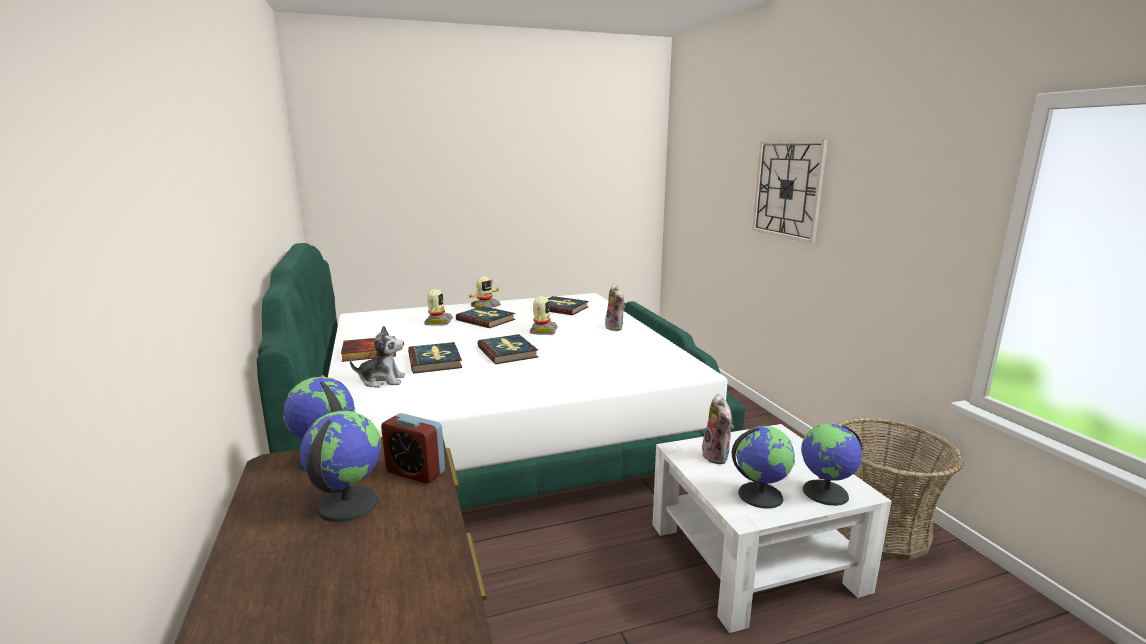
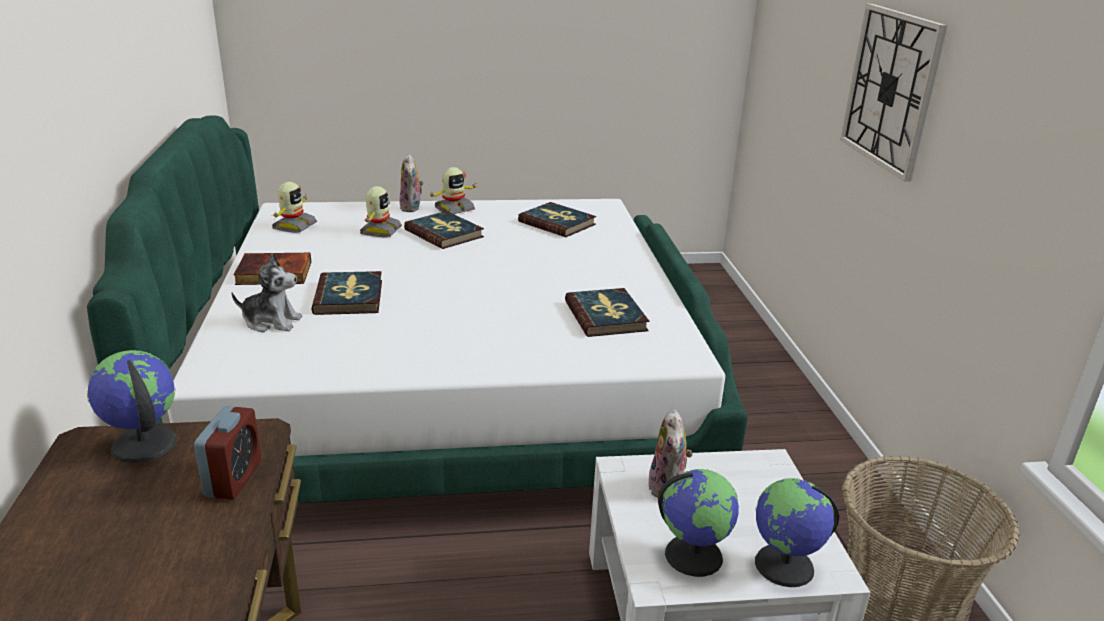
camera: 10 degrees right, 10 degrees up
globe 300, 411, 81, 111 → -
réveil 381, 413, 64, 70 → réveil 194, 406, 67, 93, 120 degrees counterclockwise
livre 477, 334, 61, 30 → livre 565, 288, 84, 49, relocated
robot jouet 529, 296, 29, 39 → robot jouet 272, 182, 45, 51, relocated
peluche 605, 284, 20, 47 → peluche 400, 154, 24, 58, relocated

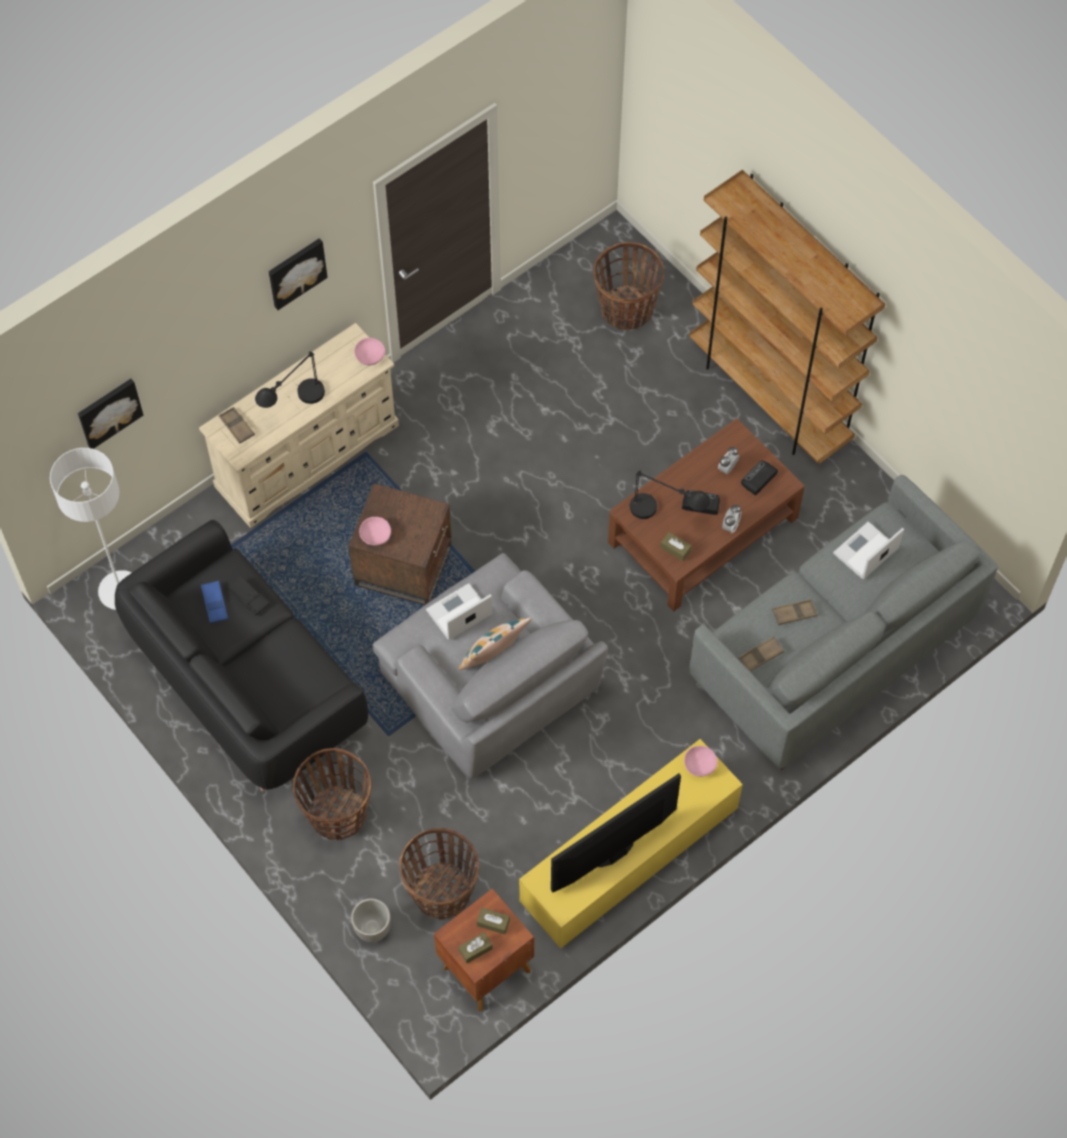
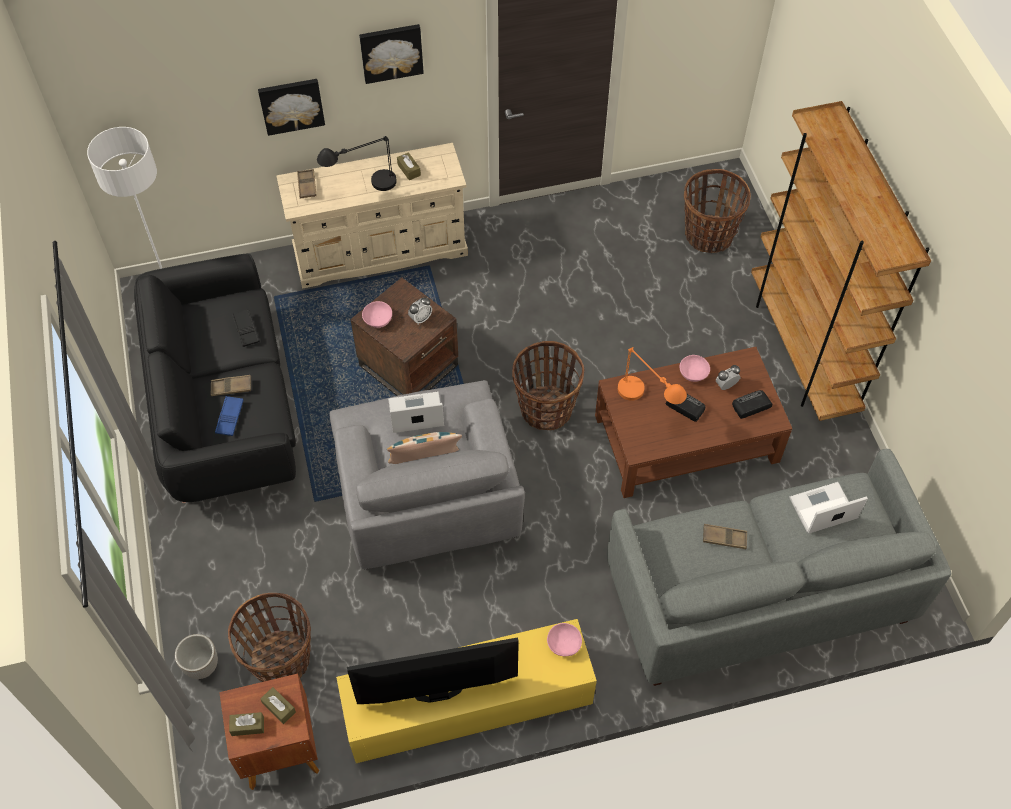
camera: 25 degrees right, 5 degrees down
tableau 78, 379, 65, 70 → tableau 258, 79, 67, 57, relocated
plateau [bleu] 201, 581, 27, 42 → plateau [bleu] 215, 396, 29, 40, relocated
panier 293, 748, 78, 92 → panier 512, 341, 72, 89, relocated
bol [rose] 354, 338, 31, 27 → bol [rose] 680, 355, 30, 27, relocated
lampe de table [noir] 629, 471, 81, 48 → lampe de table [orange] 618, 347, 69, 57
boîte à mouchoirs [marron] 660, 532, 32, 29 → boîte à mouchoirs [marron] 397, 152, 24, 28, relocated
réveil 722, 505, 19, 28 → réveil 408, 297, 24, 27, relocated
plateau [marron] 739, 636, 45, 36 → plateau [marron] 210, 375, 41, 21, relocated

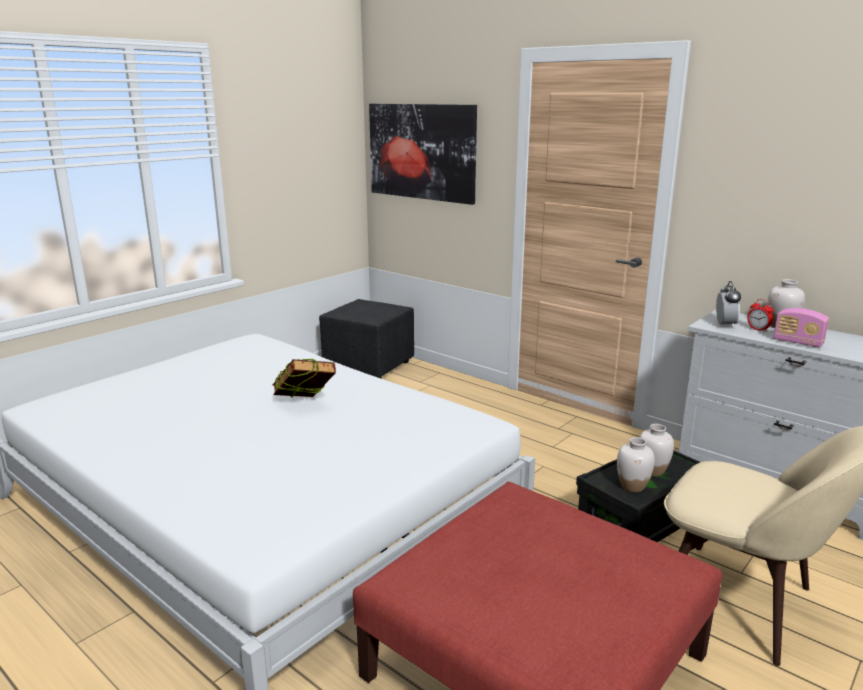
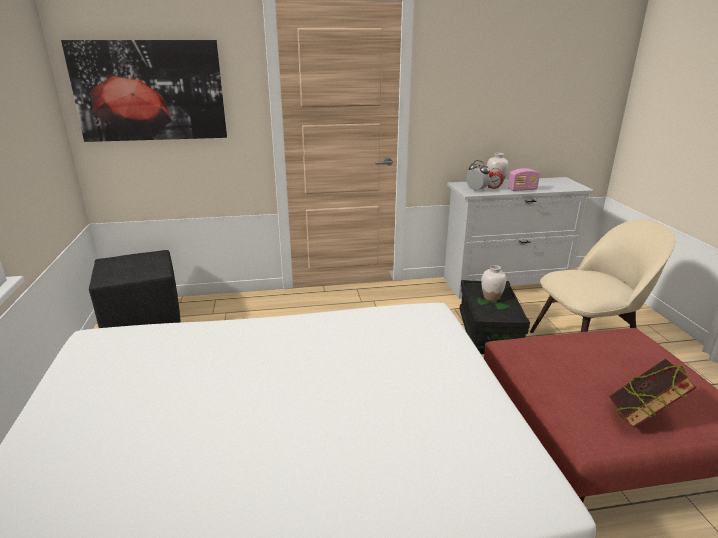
camera: 50 degrees left, 5 degrees up
livre 273, 358, 63, 39 → livre 609, 359, 88, 69, relocated
vase [blanc] 617, 437, 38, 55 → -

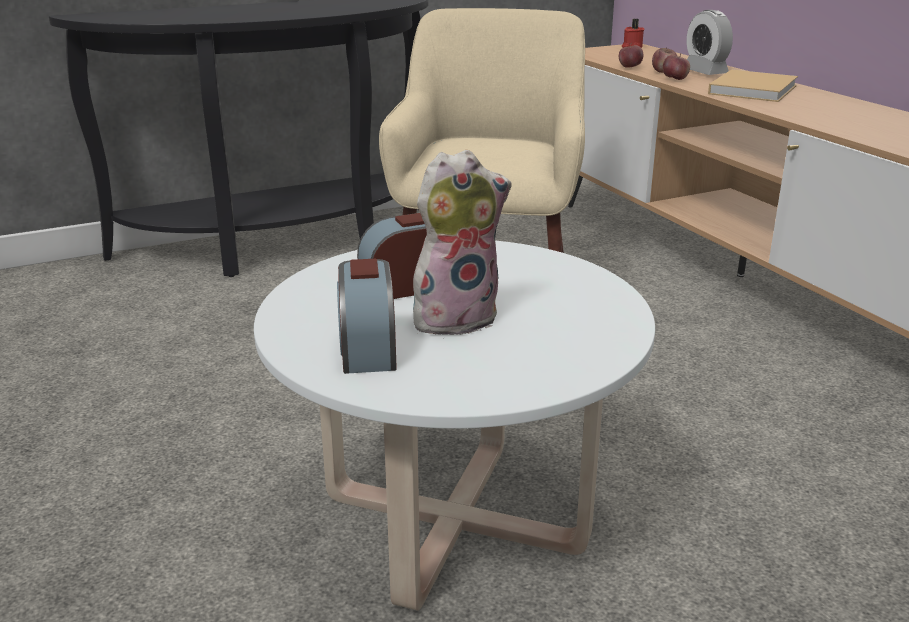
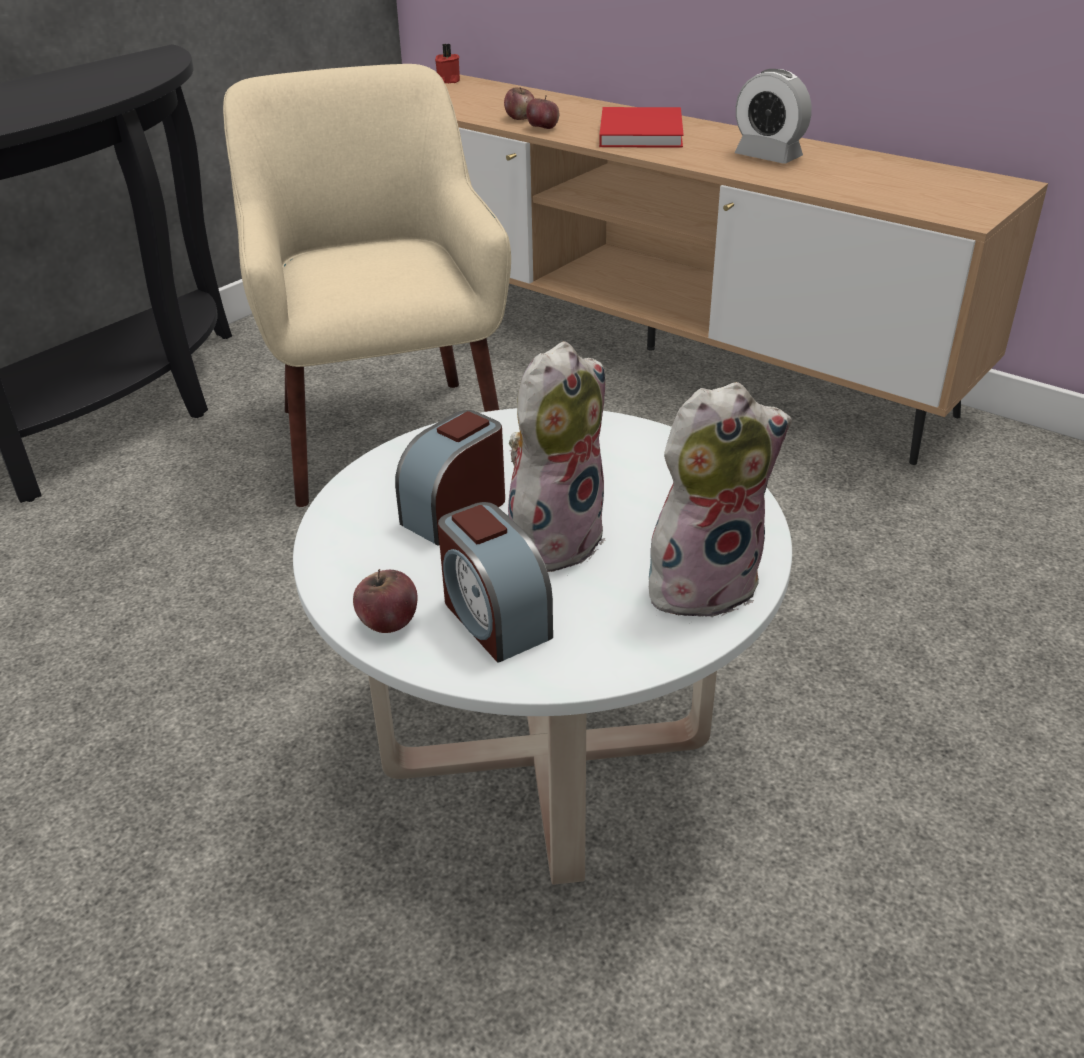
camera: 25 degrees left, 10 degrees up
pomme 619, 42, 24, 26 → pomme 353, 569, 65, 64, relocated
réveil 686, 10, 47, 65 → réveil 735, 69, 77, 95, relocated
livre [beige] 708, 70, 90, 32 → livre [rouge] 599, 107, 85, 41
- → peluche 649, 382, 143, 241

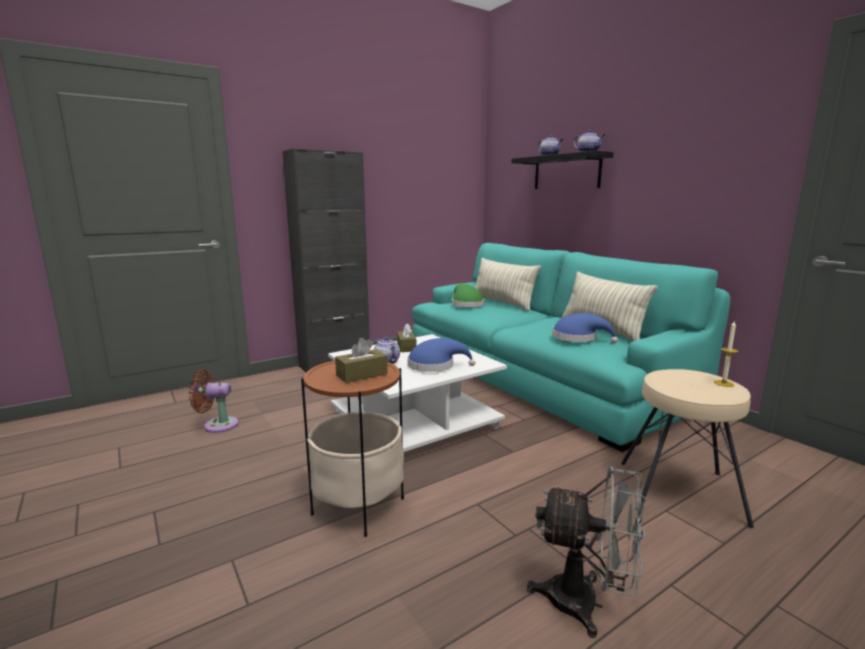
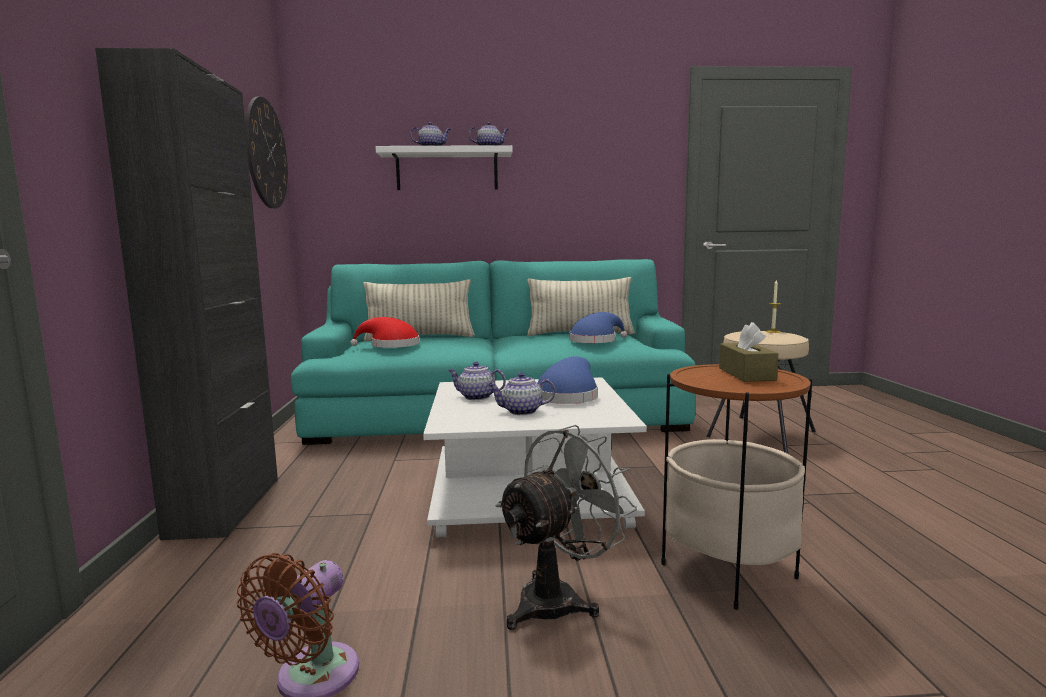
camera: 60 degrees left, 5 degrees down
boîte à mouchoirs [marron] 397, 323, 19, 29 → théière 448, 362, 58, 38
chapeau [vert] 452, 284, 32, 23 → chapeau [rouge] 351, 317, 68, 31
étagère [noir] 511, 151, 103, 38 → étagère [blanc] 375, 145, 138, 45
ventilateur [gris] 527, 465, 119, 173 → ventilateur [gris] 495, 425, 142, 205, relocated
- → horloge murale 245, 96, 43, 113

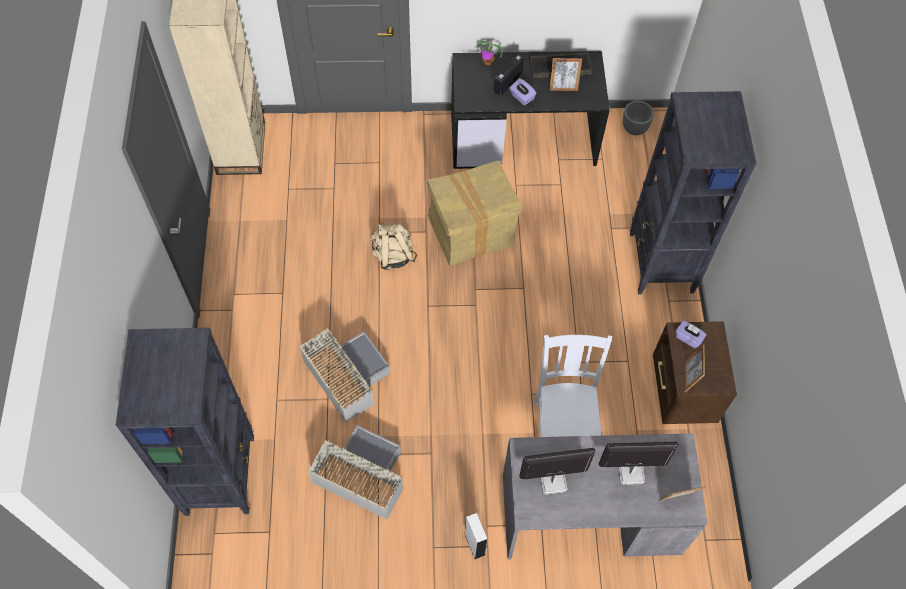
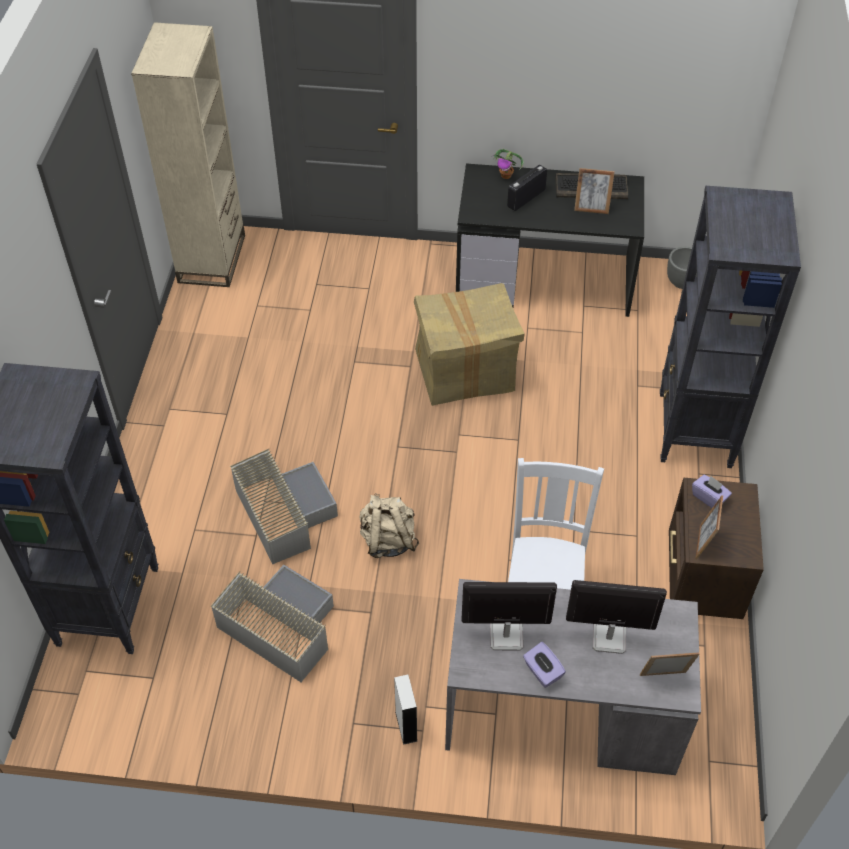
camera: 10 degrees right, 10 degrees down
sac à dos [beige] 371, 222, 46, 48 → sac à dos [beige] 360, 493, 59, 65, relocated
boîte à mouchoirs [violet] 509, 78, 27, 28 → boîte à mouchoirs [violet] 523, 642, 43, 46, relocated

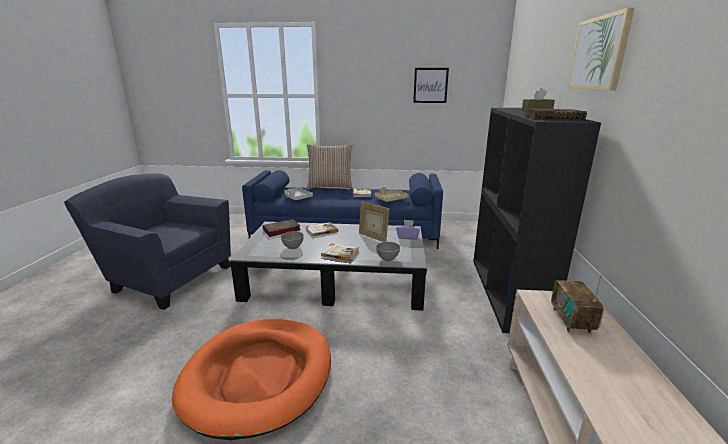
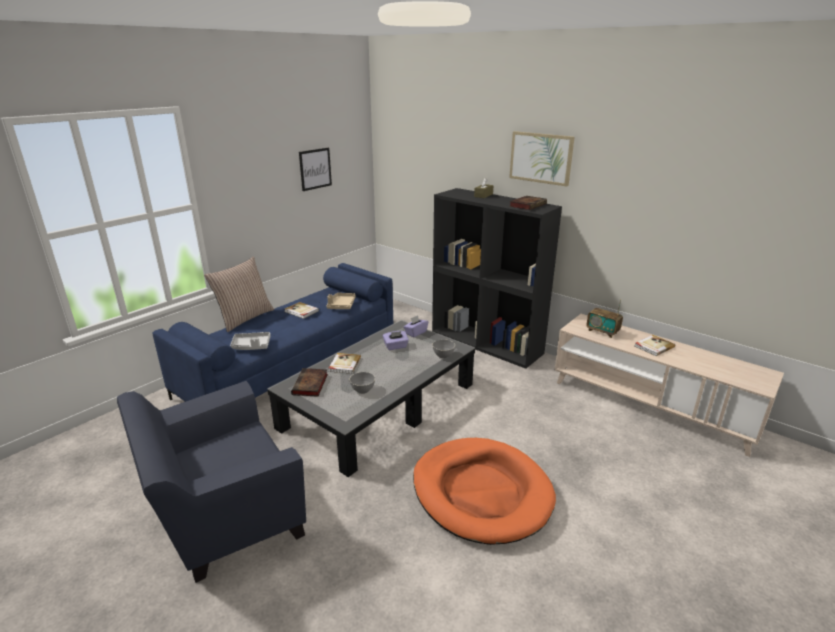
camera: 55 degrees left, 5 degrees up
livre 321, 243, 38, 18 → livre 634, 335, 41, 21, relocated
cadre photo 359, 201, 30, 41 → boîte à mouchoirs [violet] 383, 331, 26, 19

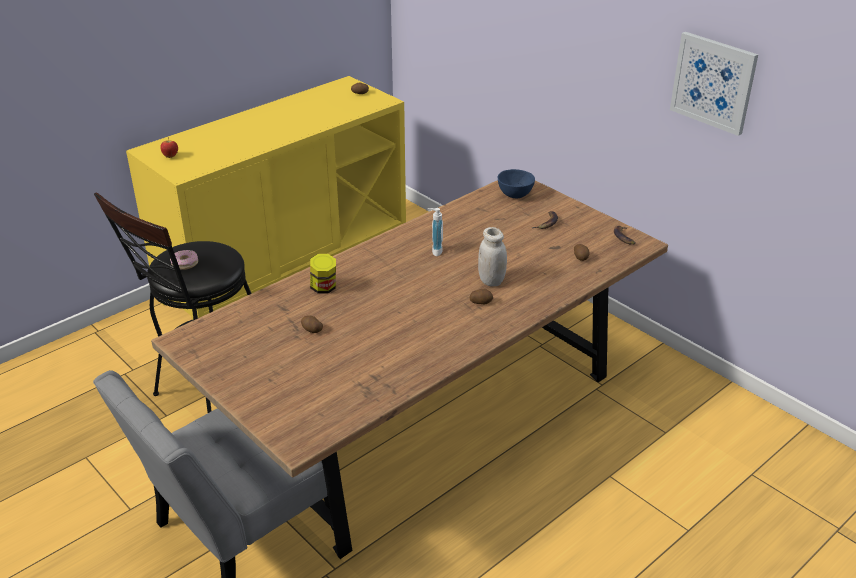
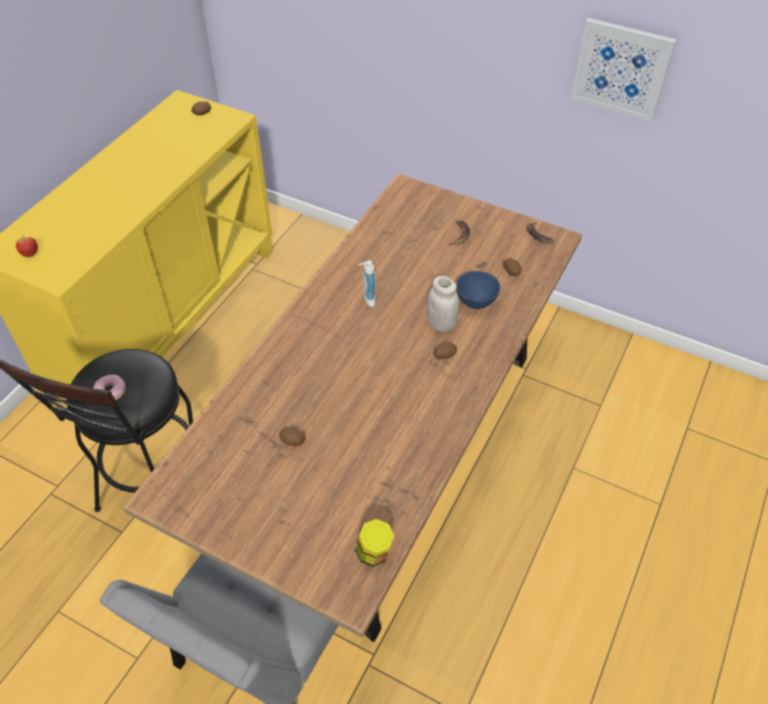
camera: 20 degrees left, 15 degrees up
bocal 310, 254, 26, 40 → bocal 355, 519, 39, 48, relocated
bol [bleu] 498, 169, 37, 29 → bol [bleu] 456, 271, 44, 38, relocated

